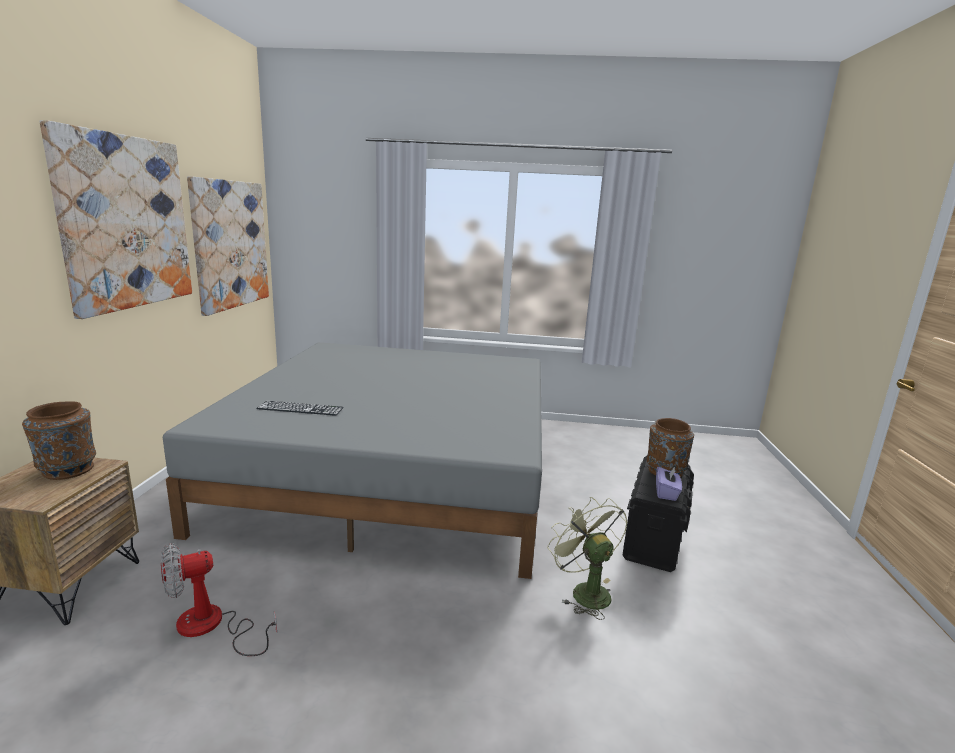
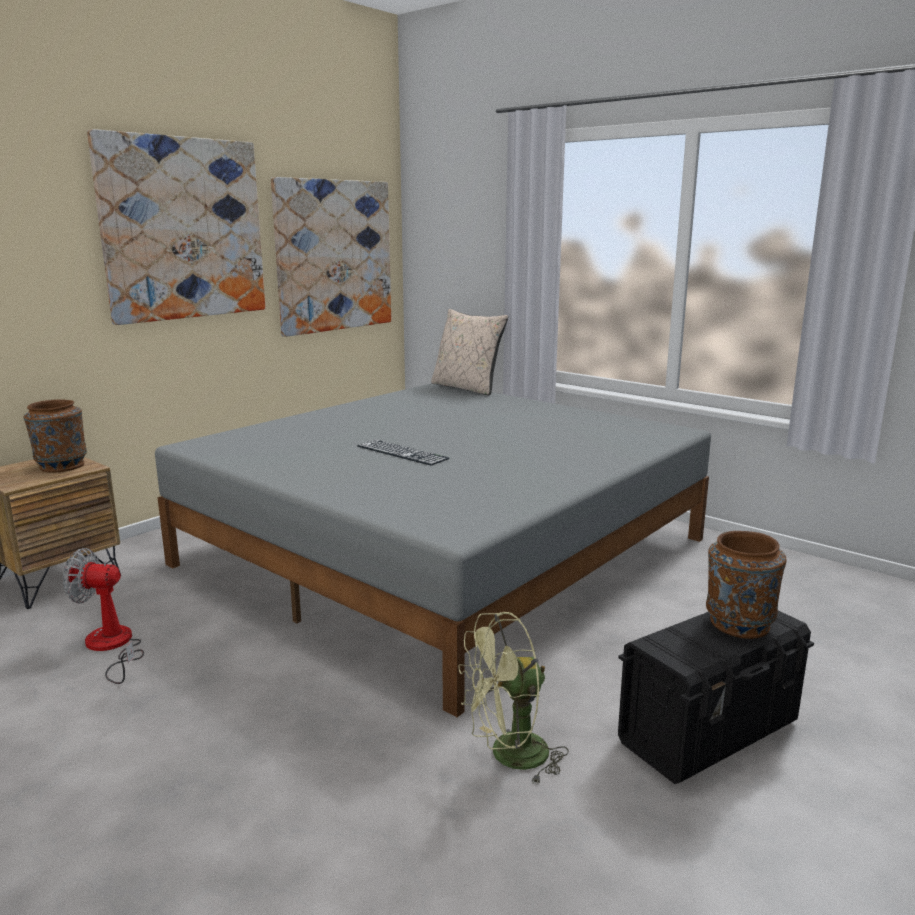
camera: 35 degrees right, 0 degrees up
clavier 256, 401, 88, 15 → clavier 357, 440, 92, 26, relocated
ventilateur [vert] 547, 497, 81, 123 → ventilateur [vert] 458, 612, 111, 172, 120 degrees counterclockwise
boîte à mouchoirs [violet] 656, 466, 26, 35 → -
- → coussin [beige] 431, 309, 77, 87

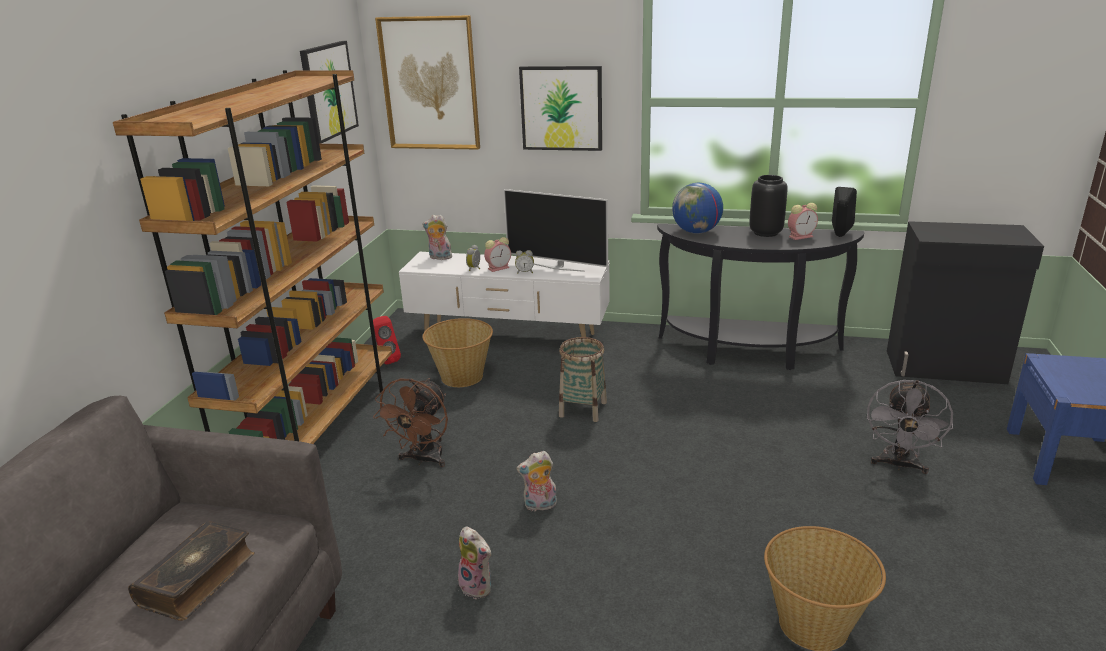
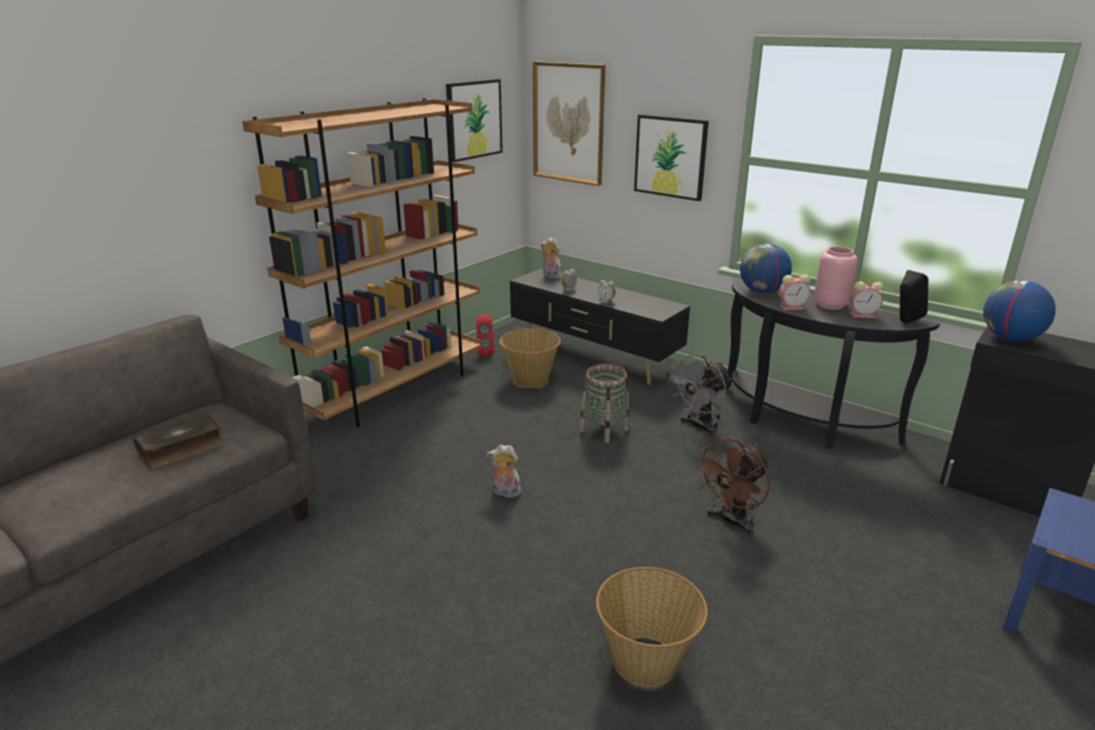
camera: 25 degrees right, 0 degrees up
ventilateur [marron] 373, 378, 75, 89 → ventilateur [marron] 693, 438, 78, 98, relocated
meuble télé [blanc] 399, 252, 210, 85 → meuble télé [noir] 510, 269, 180, 116
peluche 458, 526, 34, 73 → -
réveil 484, 237, 27, 35 → réveil 779, 274, 32, 36, relocated
téléviseur 503, 189, 105, 83 → -
vase [noir] 749, 175, 39, 62 → vase [rose] 814, 246, 43, 64
ventilateur [gris] 867, 380, 86, 94 → ventilateur [gris] 668, 354, 63, 83, relocated
- → globe 983, 280, 73, 62

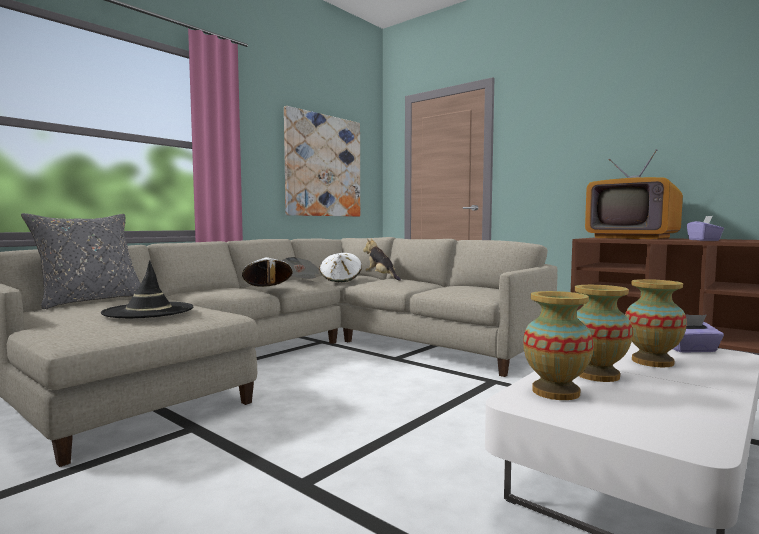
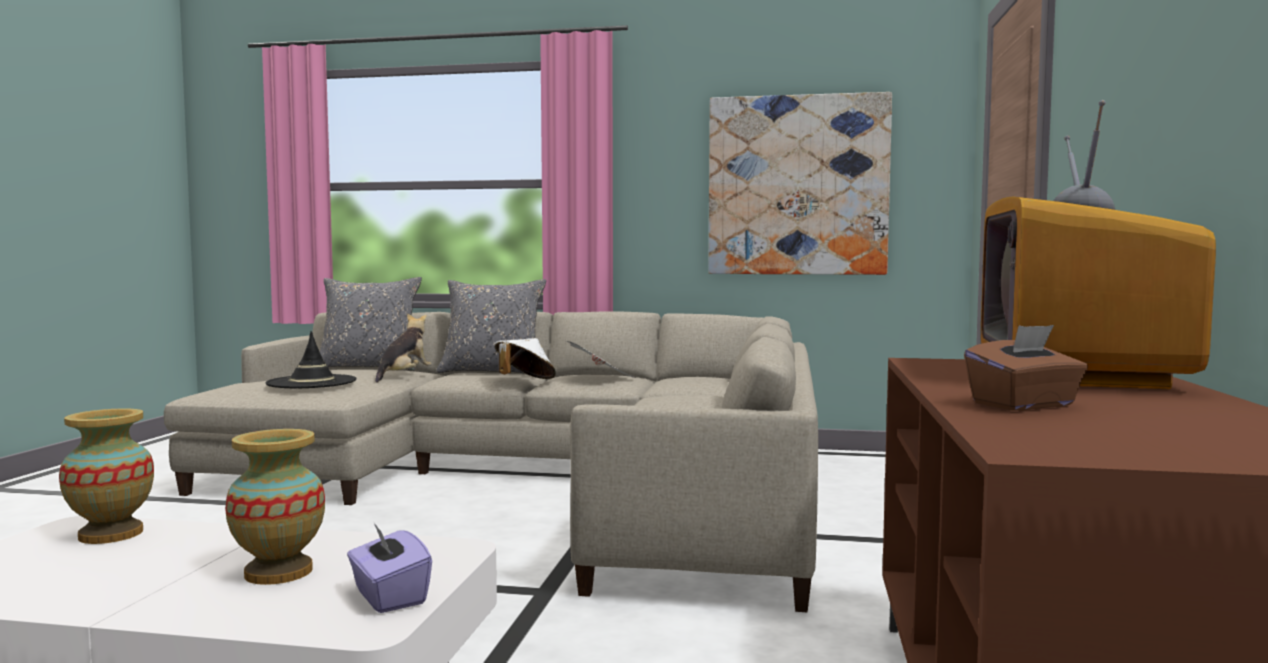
camera: 60 degrees right, 0 degrees up
chapeau [blanc] 319, 253, 43, 29 → -
peluche 363, 238, 38, 43 → peluche 375, 313, 57, 70, relocated
vase 575, 285, 58, 97 → -
boîte à mouchoirs [violet] 687, 216, 37, 25 → boîte à mouchoirs [marron] 964, 325, 124, 86
- → coussin [gris] 437, 279, 109, 95

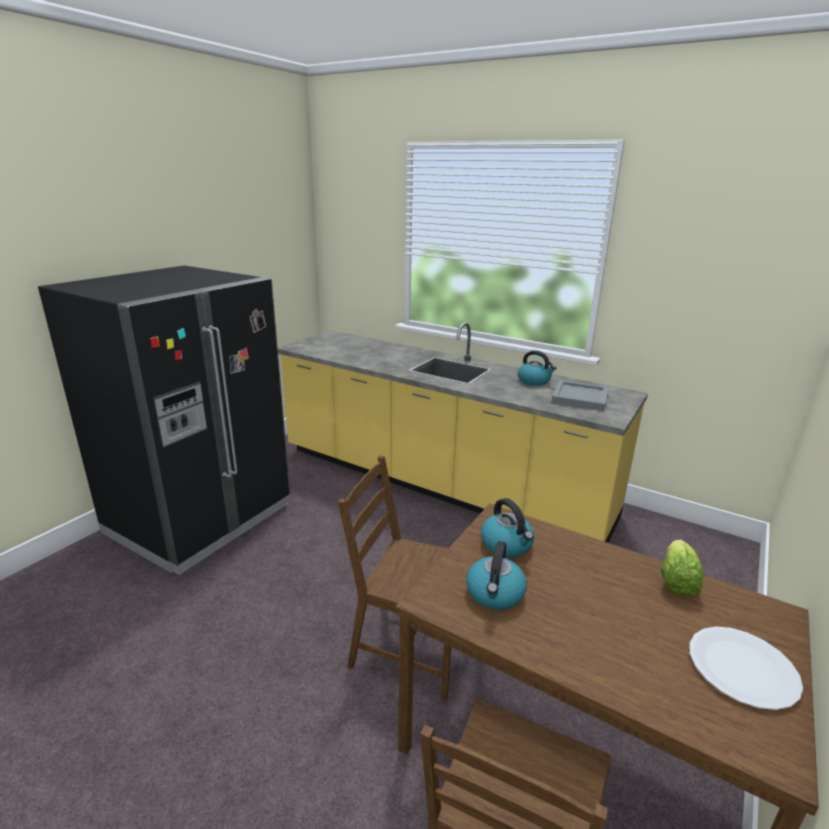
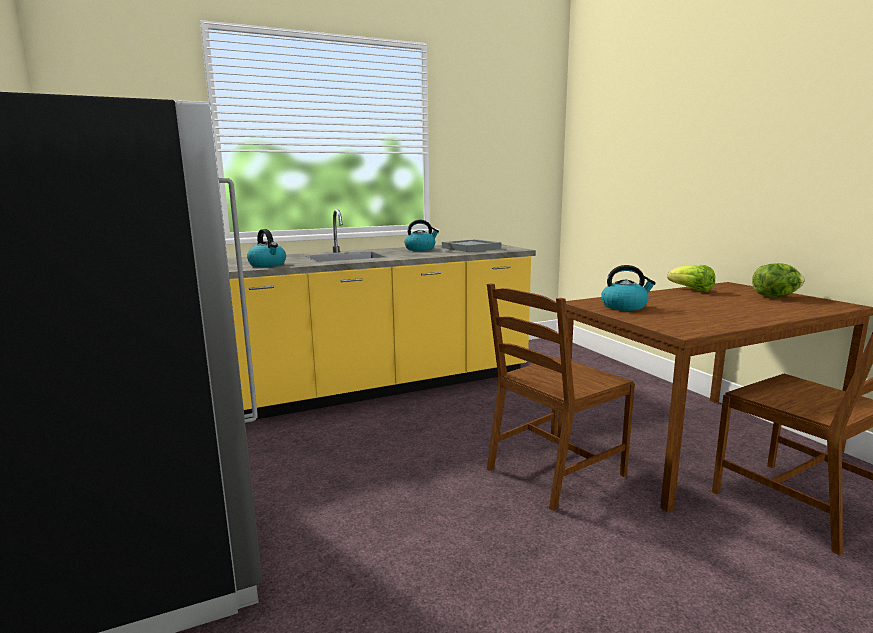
camera: 55 degrees left, 10 degrees down
bouilloire 466, 541, 61, 69 → bouilloire 247, 229, 39, 38, relocated
assiette [blanc] 689, 626, 114, 84 → laitue 752, 263, 52, 34

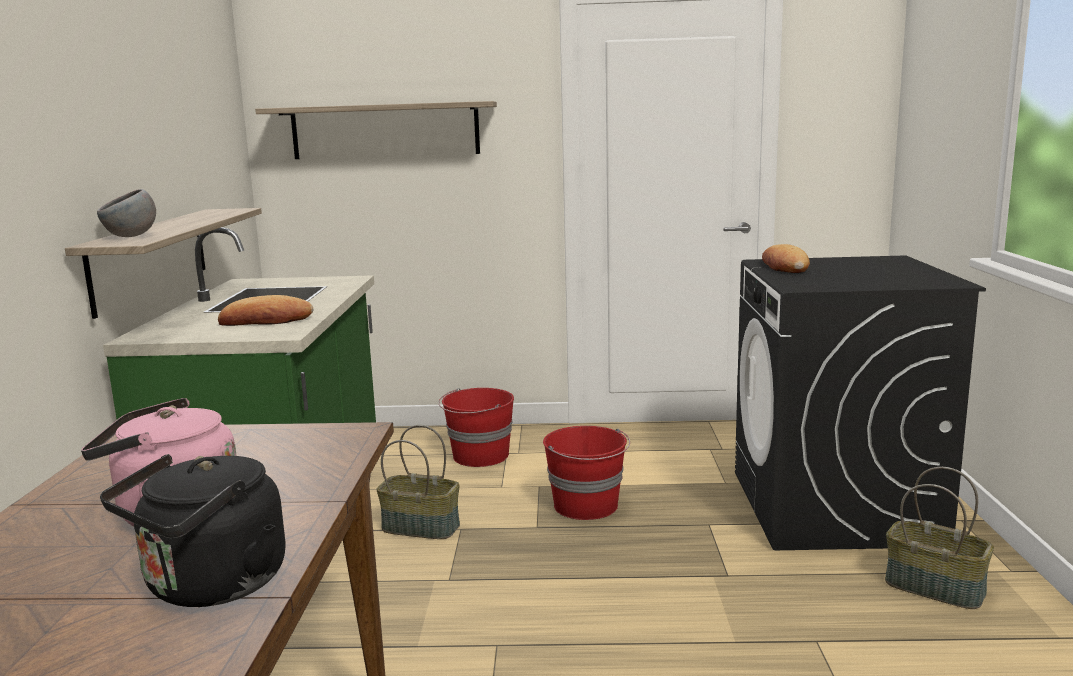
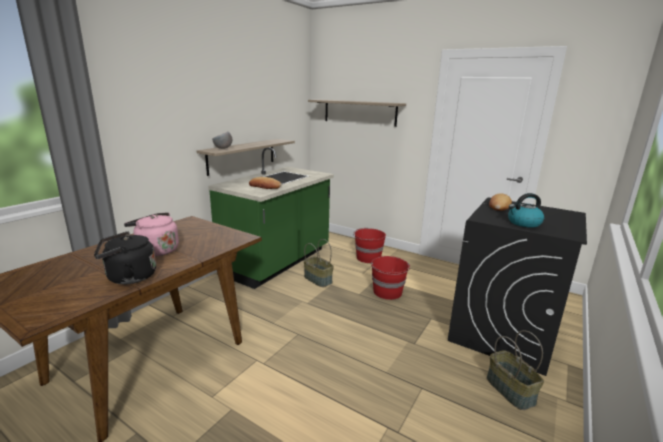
camera: 30 degrees right, 5 degrees up
- → bouilloire 508, 193, 36, 35

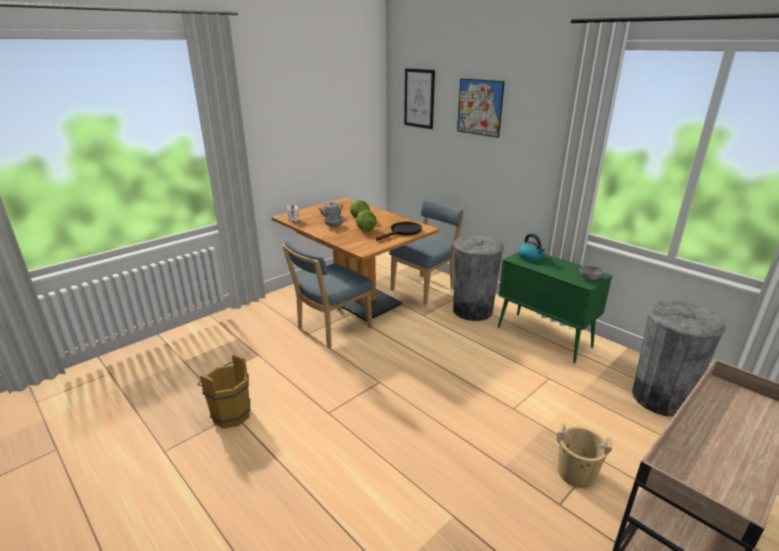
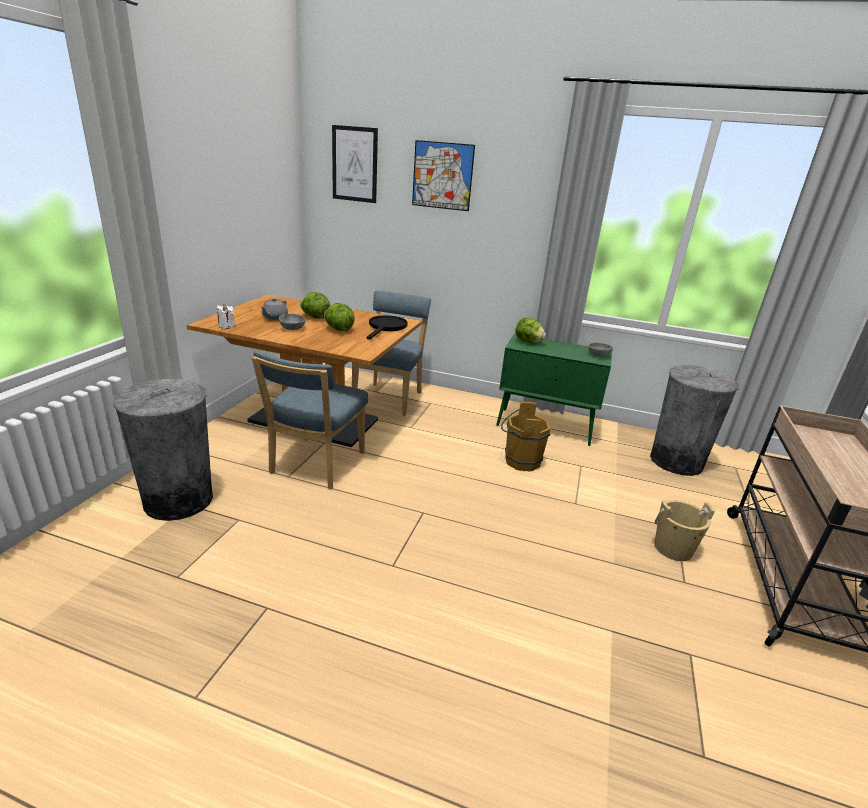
camera: 30 degrees left, 0 degrees up
seau [marron] 198, 354, 52, 74 → seau [marron] 501, 401, 49, 71, relocated
poubelle [gris] 453, 235, 51, 86 → poubelle [gris] 113, 379, 100, 142, relocated
bouilloire 518, 234, 27, 27 → laitue 515, 317, 31, 26

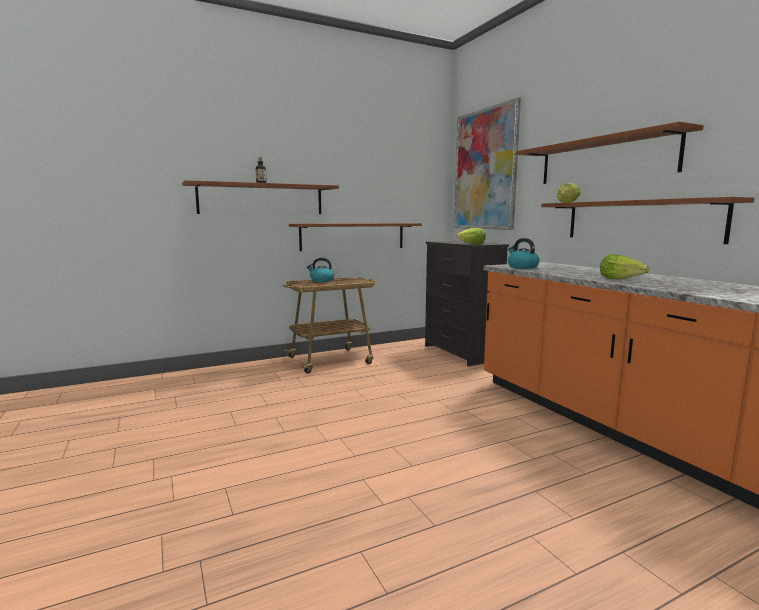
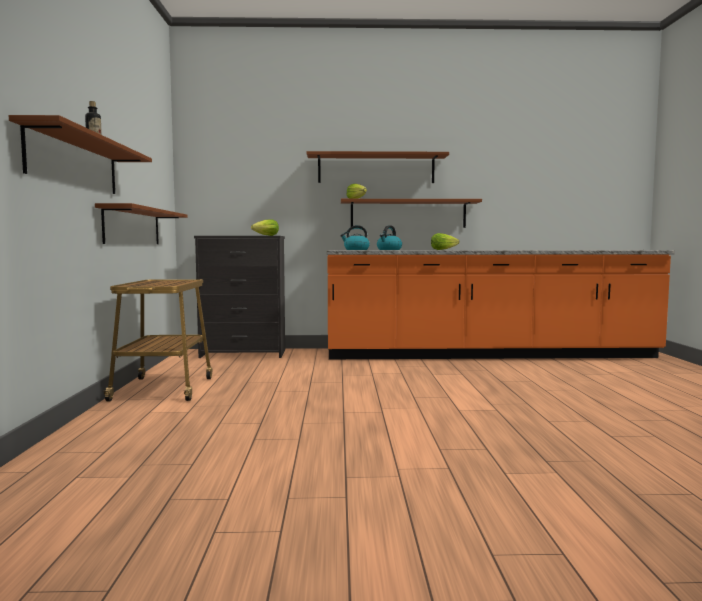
camera: 65 degrees left, 5 degrees down
bouilloire 307, 258, 27, 24 → bouilloire 377, 225, 25, 25, relocated
tableau 454, 97, 67, 133 → -

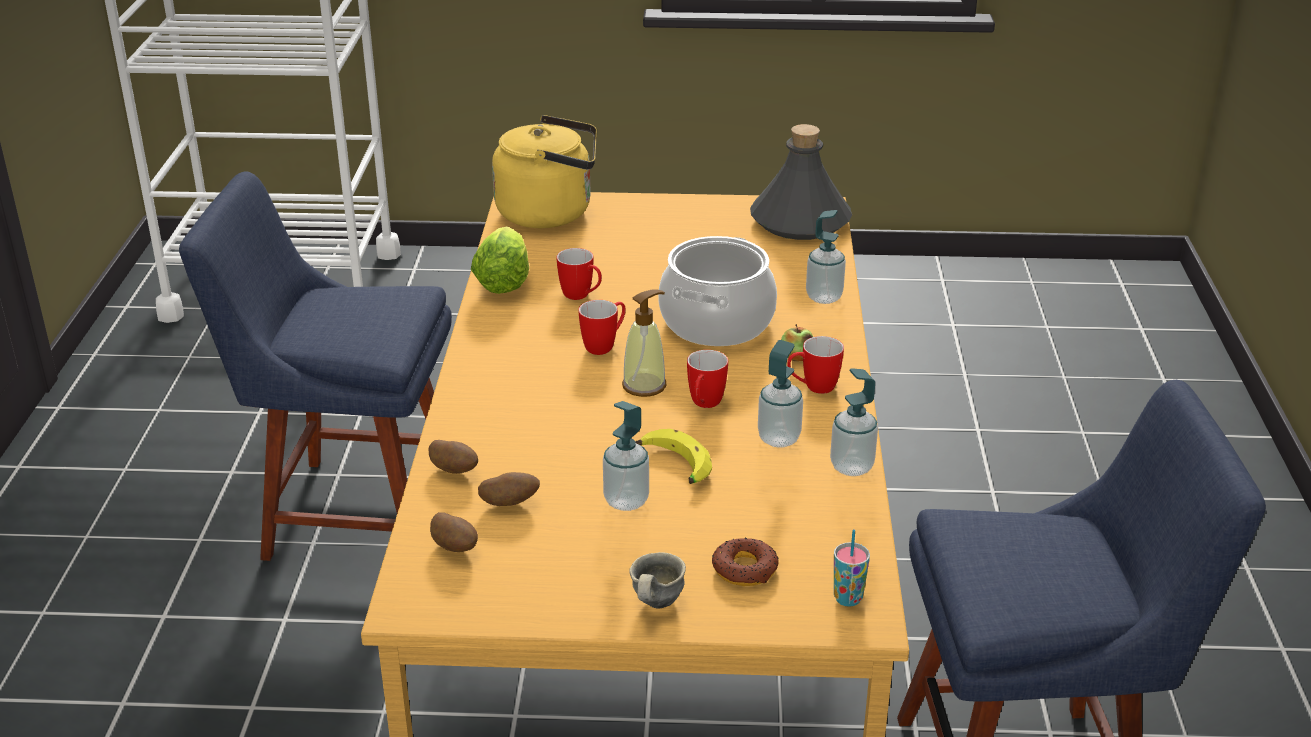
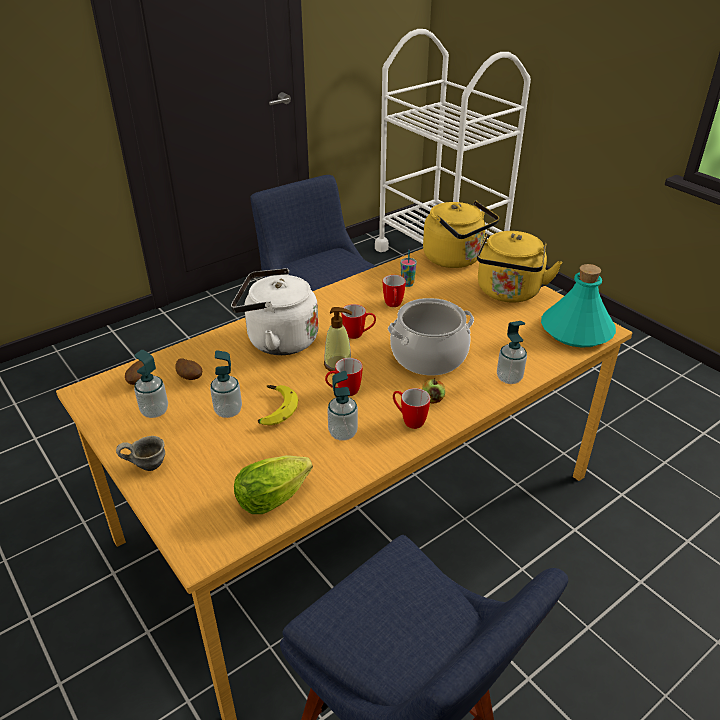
camera: 50 degrees right, 5 degrees up
pomme de terre 429, 440, 49, 34 → -
laitue 471, 227, 58, 67 → laitue 234, 455, 79, 59, relocated
beignet 712, 538, 67, 48 → -
bouteille [gris] 750, 124, 102, 116 → bouteille [turquoise] 541, 264, 75, 84
distributeur de savon 830, 368, 48, 108 → distributeur de savon 134, 350, 34, 68, relocated
tasse 834, 529, 36, 78 → tasse 401, 250, 16, 37, relocated
- → bouilloire [blanc] 231, 268, 87, 87
- → bouilloire [jaune] 477, 231, 85, 72

